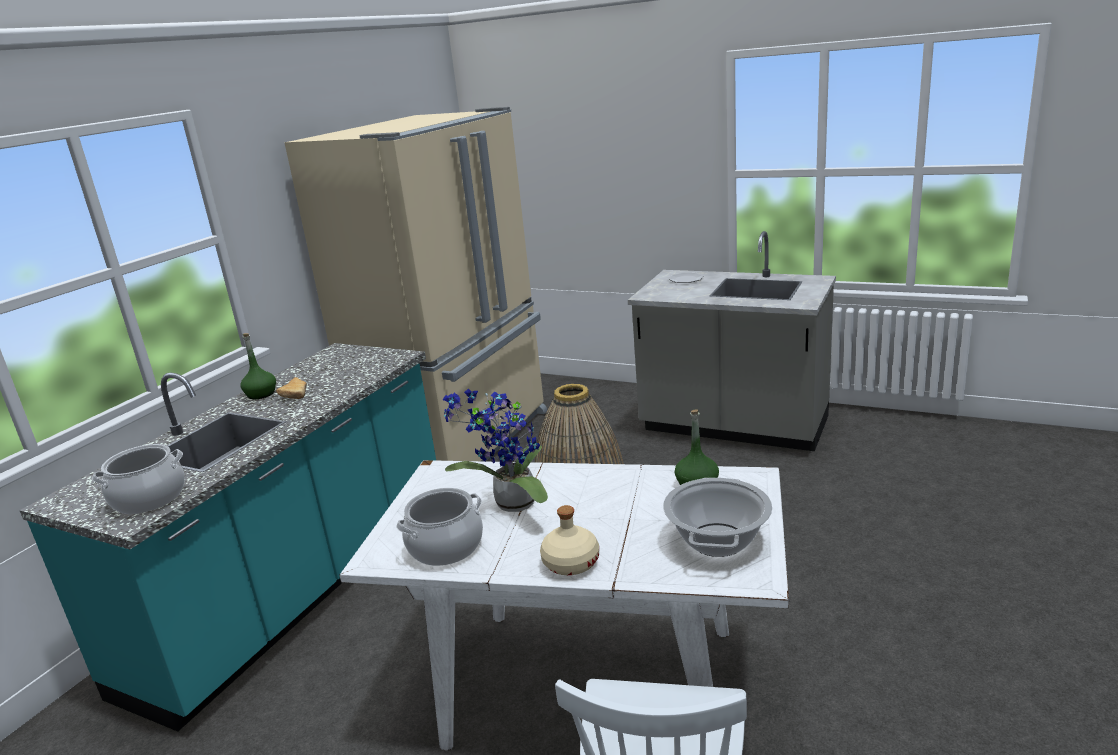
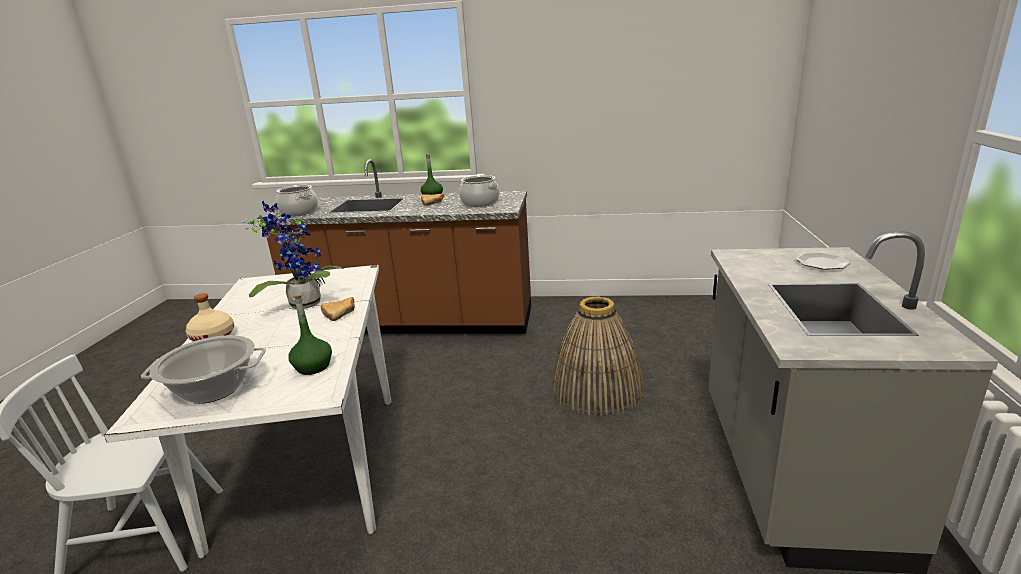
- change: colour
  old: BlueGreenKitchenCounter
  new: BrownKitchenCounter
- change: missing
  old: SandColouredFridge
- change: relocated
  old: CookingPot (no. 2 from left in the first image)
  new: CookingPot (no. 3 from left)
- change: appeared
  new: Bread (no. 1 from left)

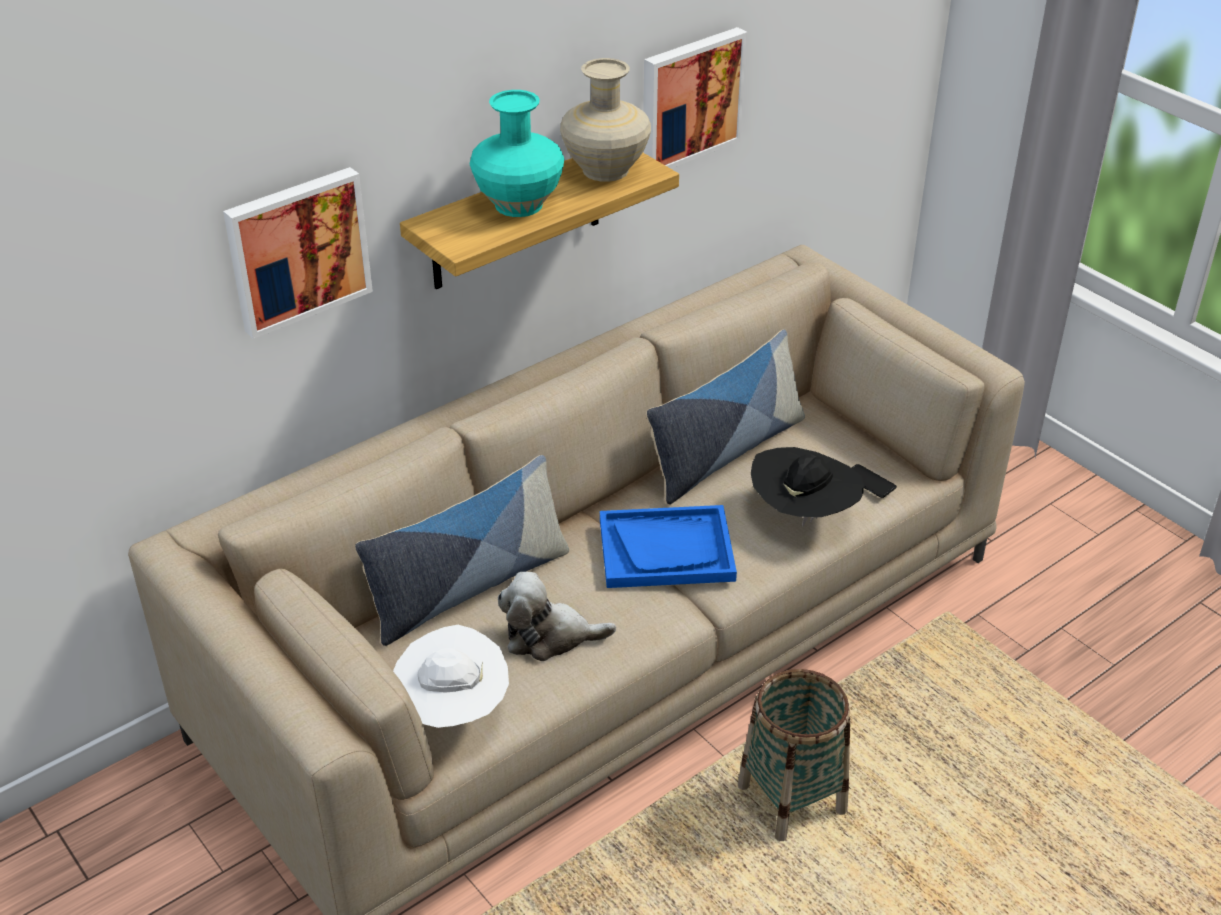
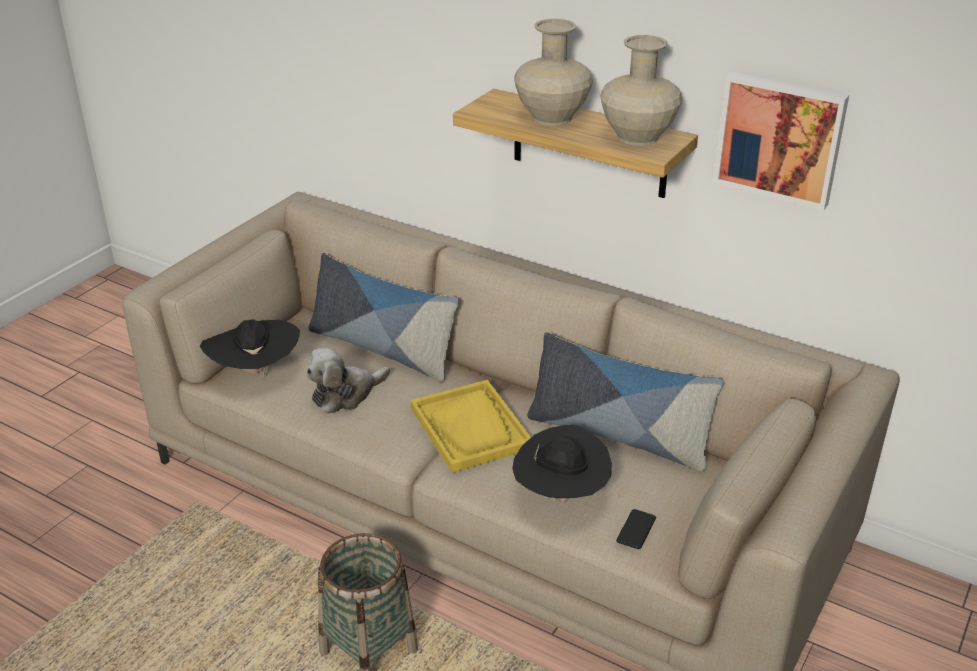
- change: missing
  old: WallArt (no. 1 from left)
- change: colour
  old: WhiteColouredWearableHat
  new: BlackishWearableHat (no. 1 from left)
- change: colour
  old: BlueGreenVase
  new: SandColouredVase (no. 1 from left)
- change: spun
  old: CuddlyToy
  degrees: -105
- change: colour
  old: BluishServingTray
  new: YellowServingTray

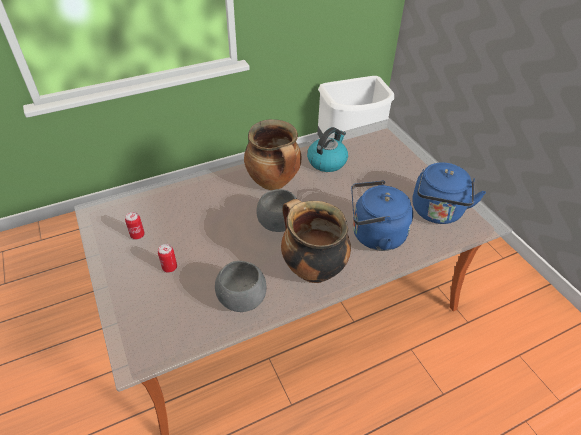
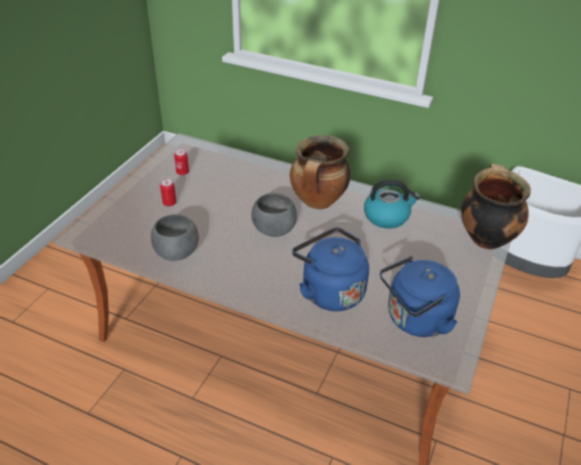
- change: relocated
  old: CookingPot (no. 2 from left)

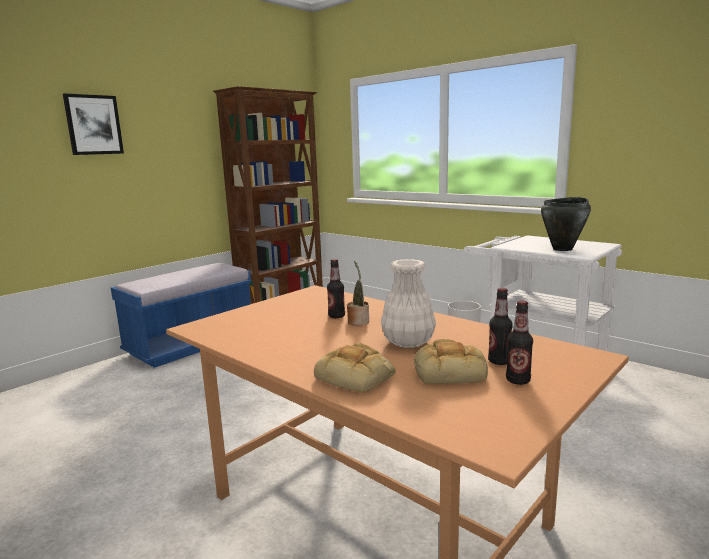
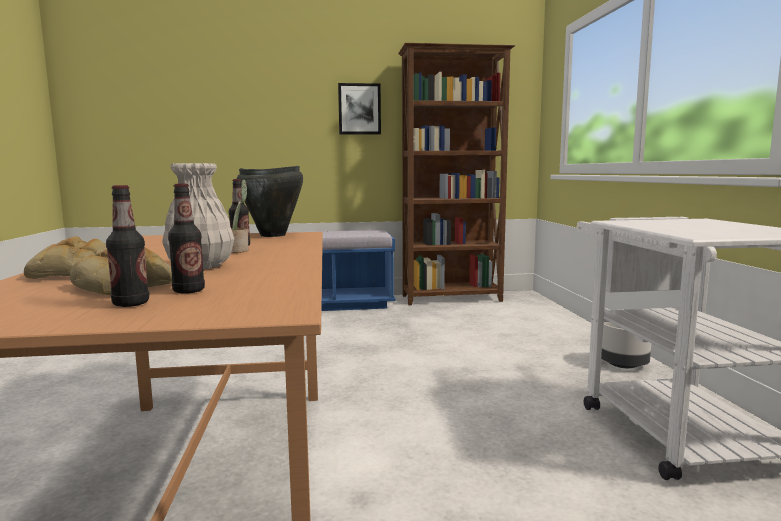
- change: relocated
  old: WallArt
- change: relocated
  old: BlackishCookingPot

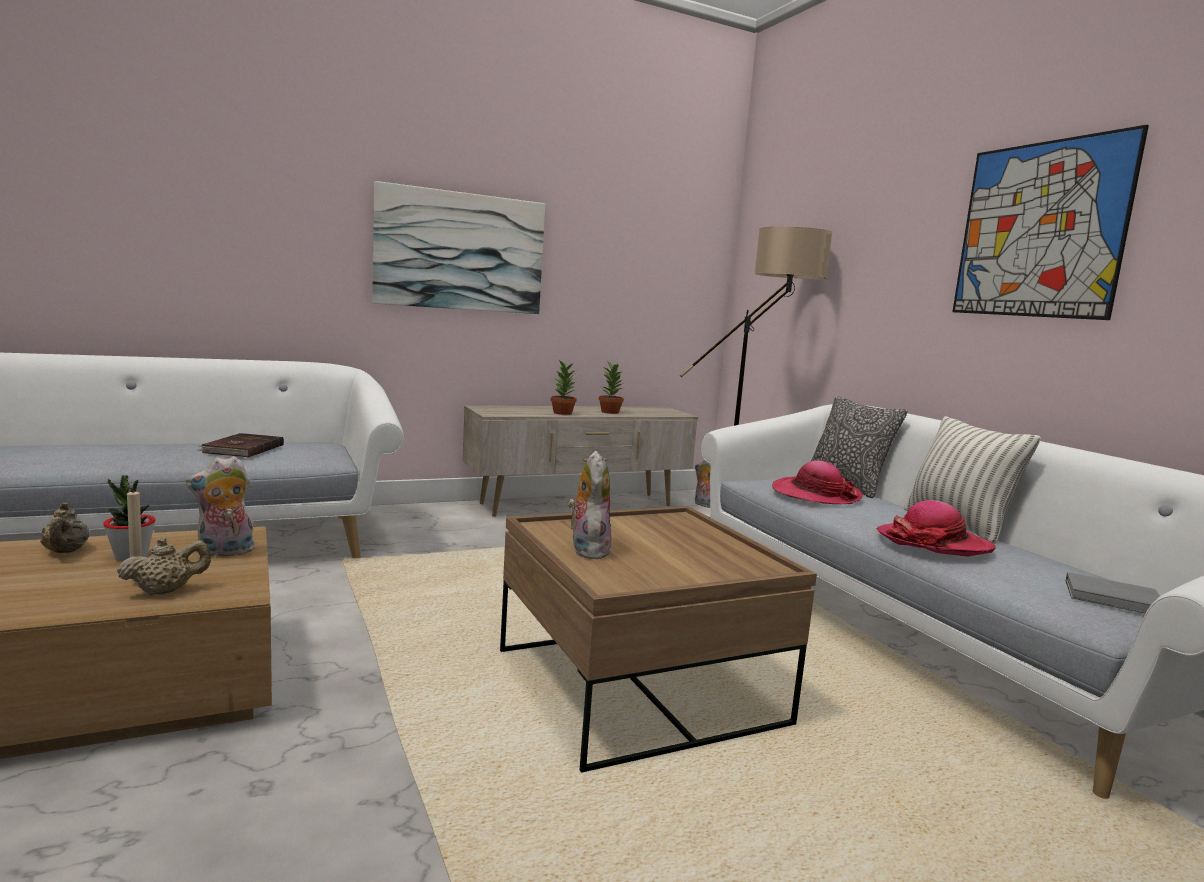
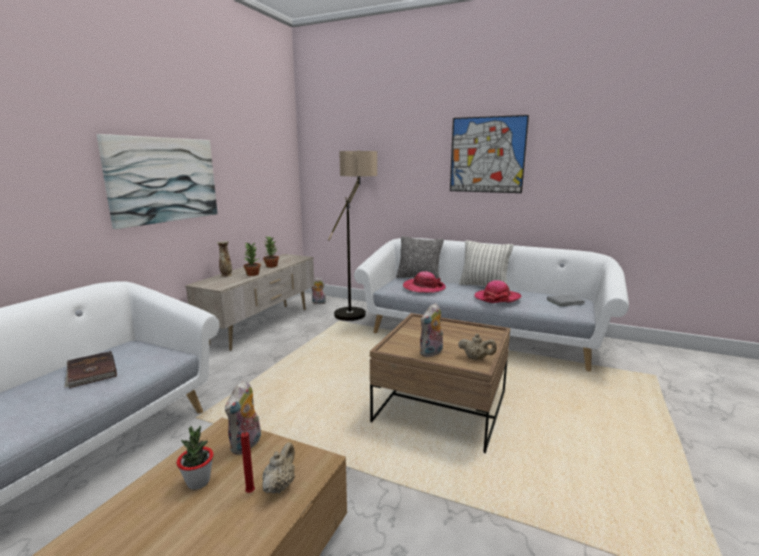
- change: relocated
  old: SandColouredTeaPot (no. 1 from left in the first image)
  new: SandColouredTeaPot (no. 2 from left)
- change: colour
  old: SandColouredWaxCandle
  new: RedColouredWaxCandle
- change: spun
  old: CuddlyToy (no. 2 from left in the first image)
  degrees: -90
- change: appeared
  new: Vase

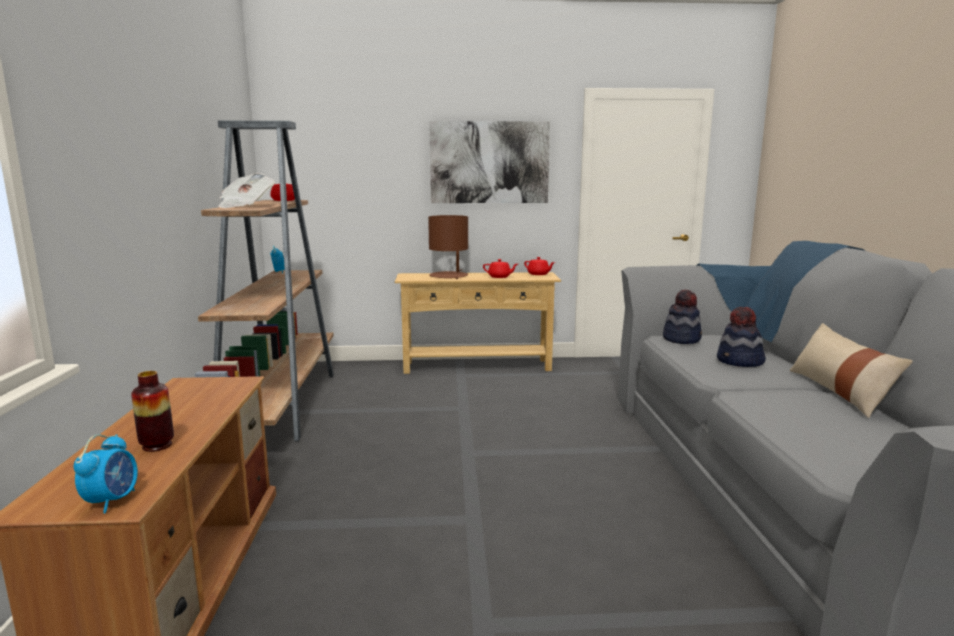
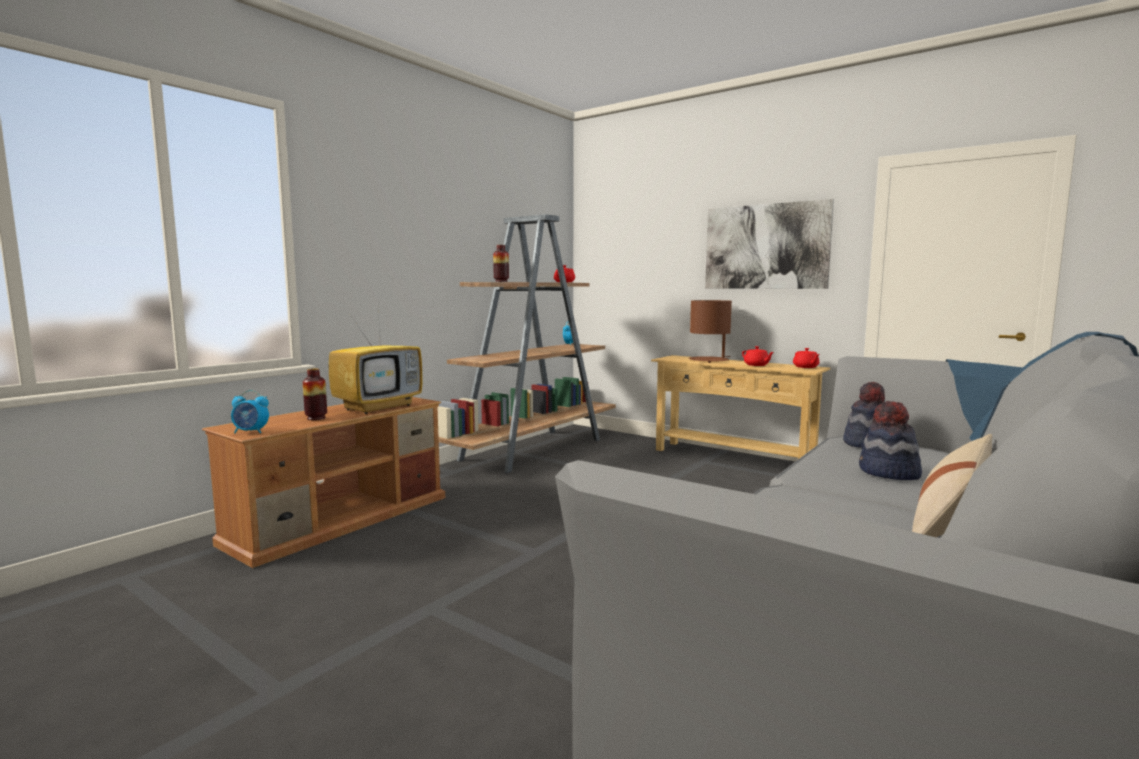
- change: spun
  old: AlarmClock (no. 1 from left)
  degrees: 45
- change: exchanged
  old: Newspaper
  new: Vase (no. 2 from left)
- change: appeared
  new: Tv

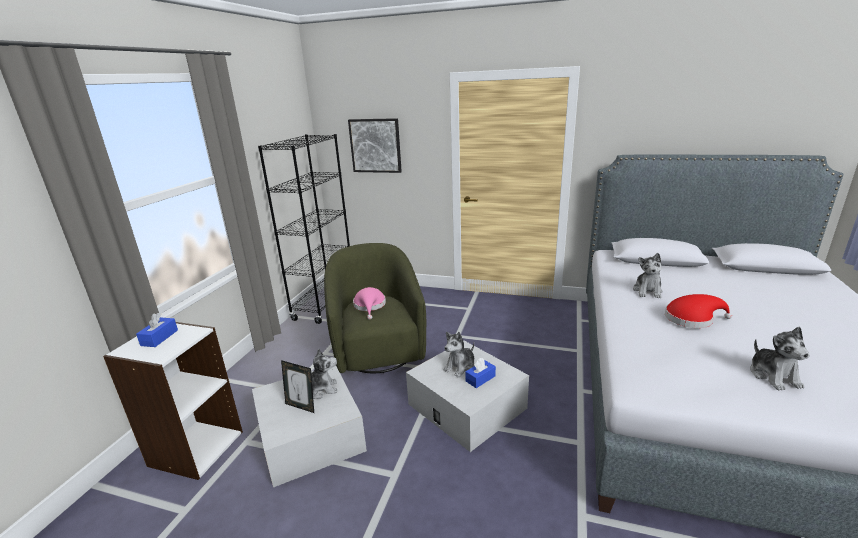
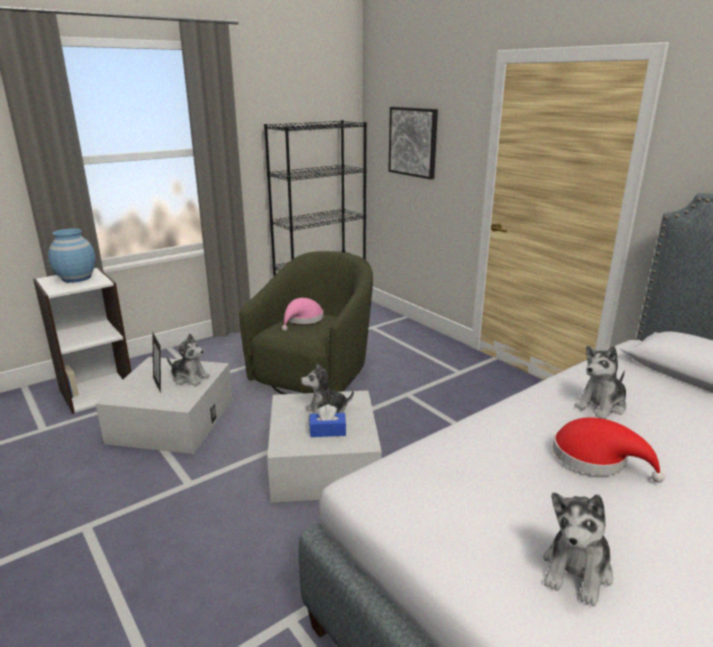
- change: exchanged
  old: BluishTissueHolder (no. 1 from left)
  new: BluishVase

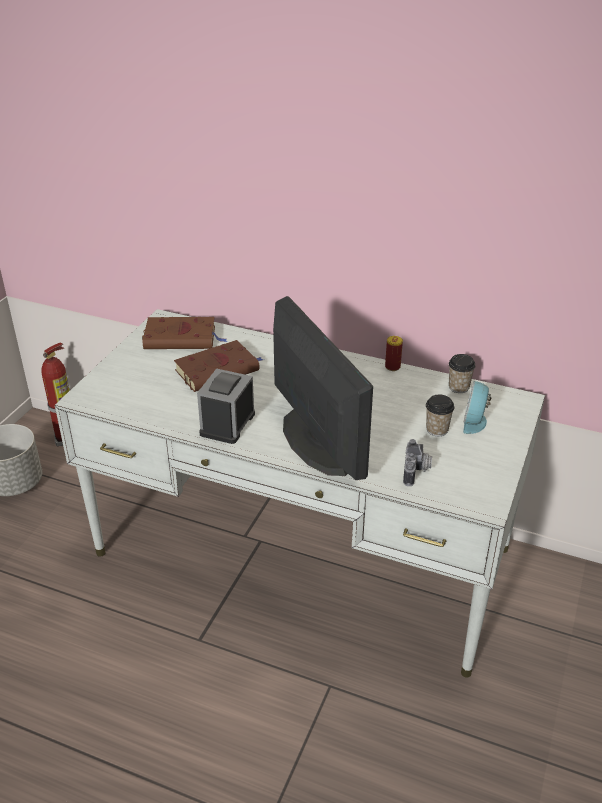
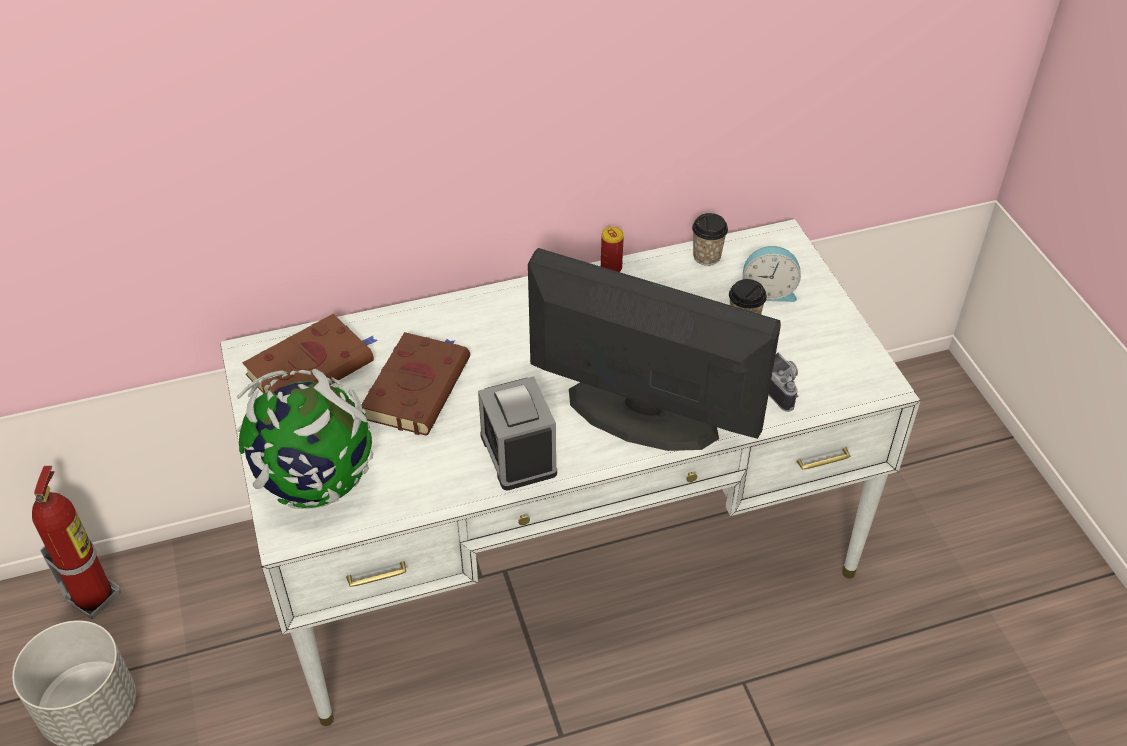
- change: spun
  old: AlarmClock (no. 2 from left)
  degrees: -60
- change: appeared
  new: DeskGlobe

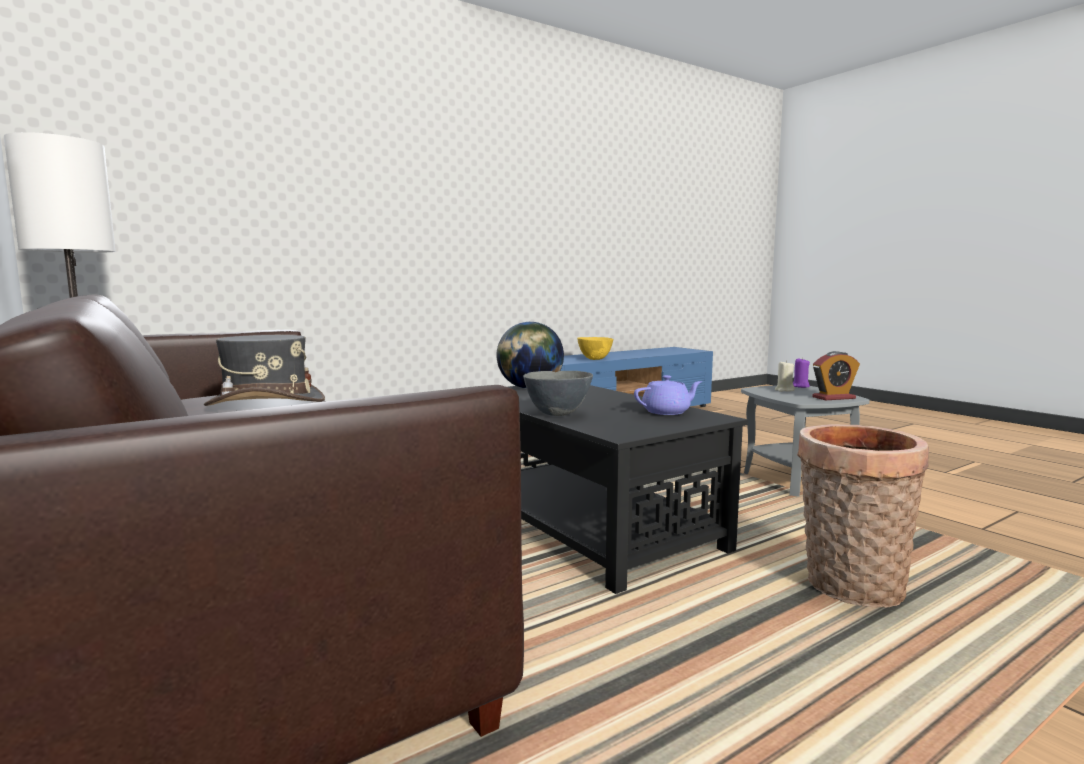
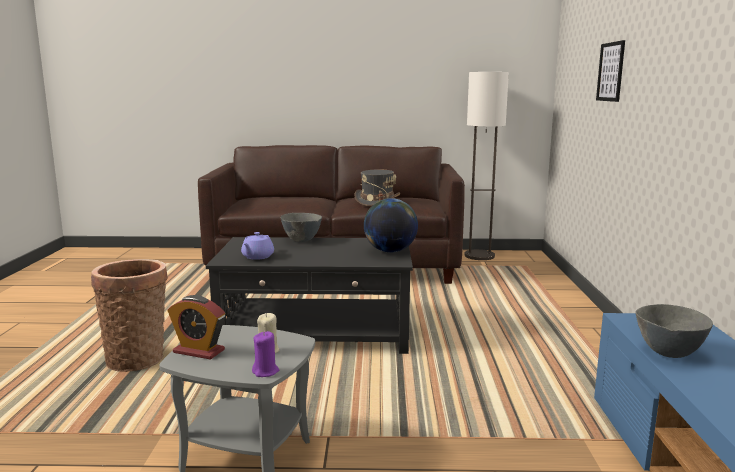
- change: colour
  old: YellowServingBowl
  new: GreyishServingBowl (no. 2 from left)
- change: spun
  old: AlarmClock
  degrees: -90
- change: appeared
  new: WallArt

